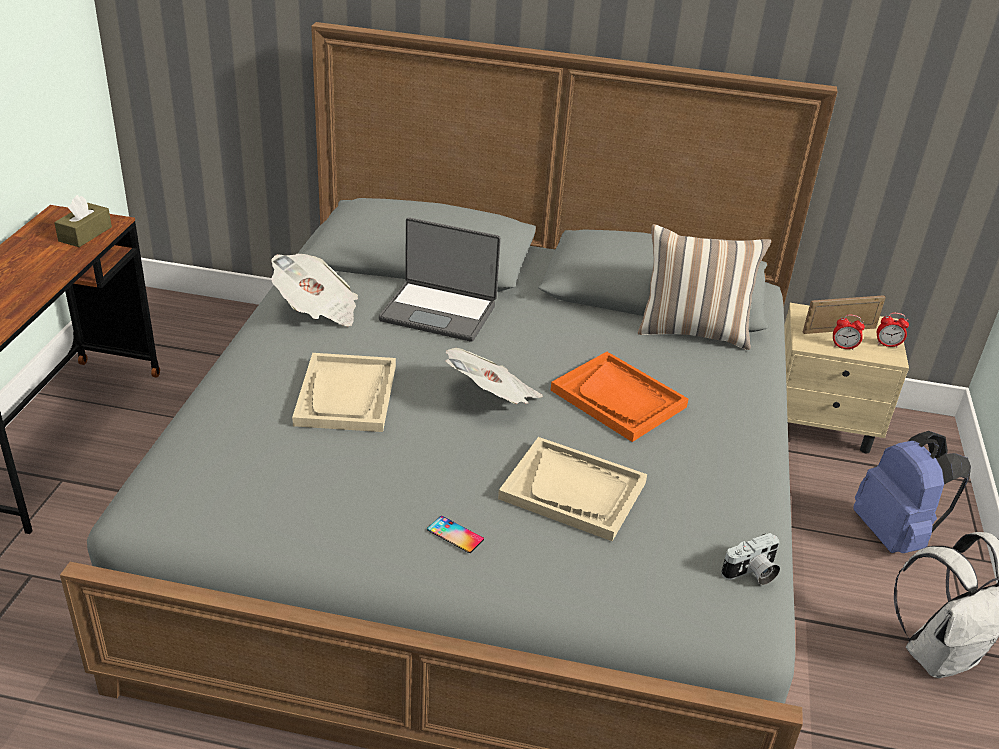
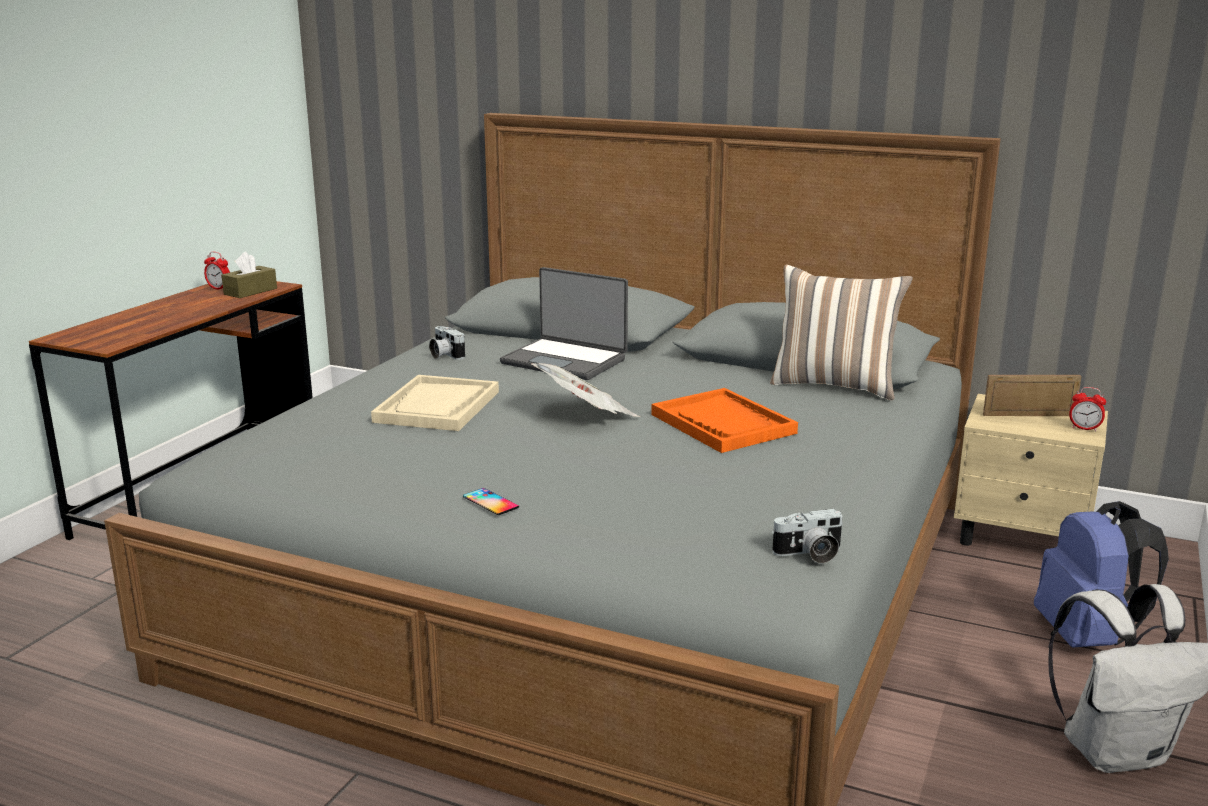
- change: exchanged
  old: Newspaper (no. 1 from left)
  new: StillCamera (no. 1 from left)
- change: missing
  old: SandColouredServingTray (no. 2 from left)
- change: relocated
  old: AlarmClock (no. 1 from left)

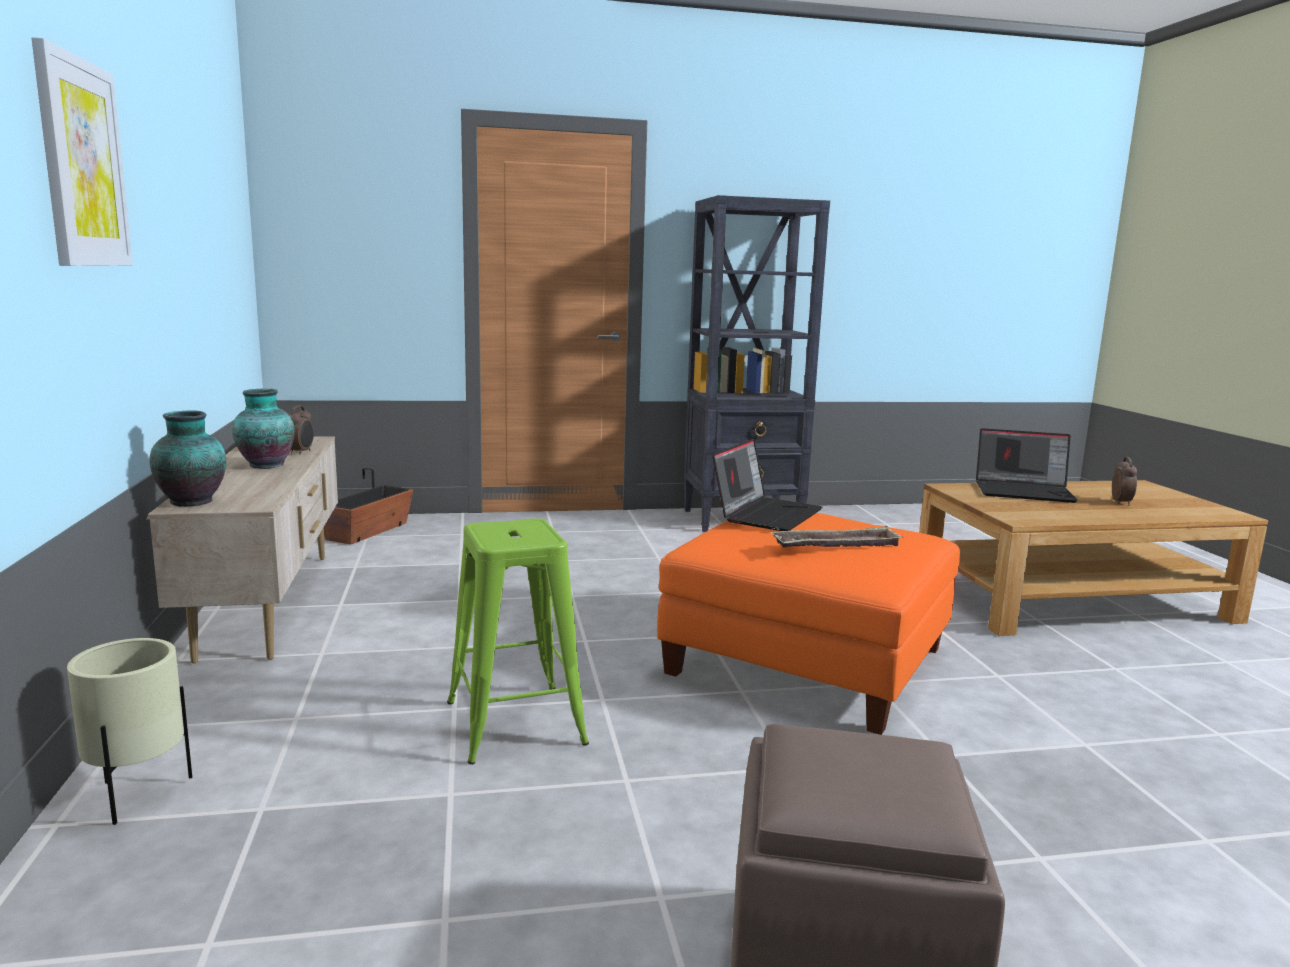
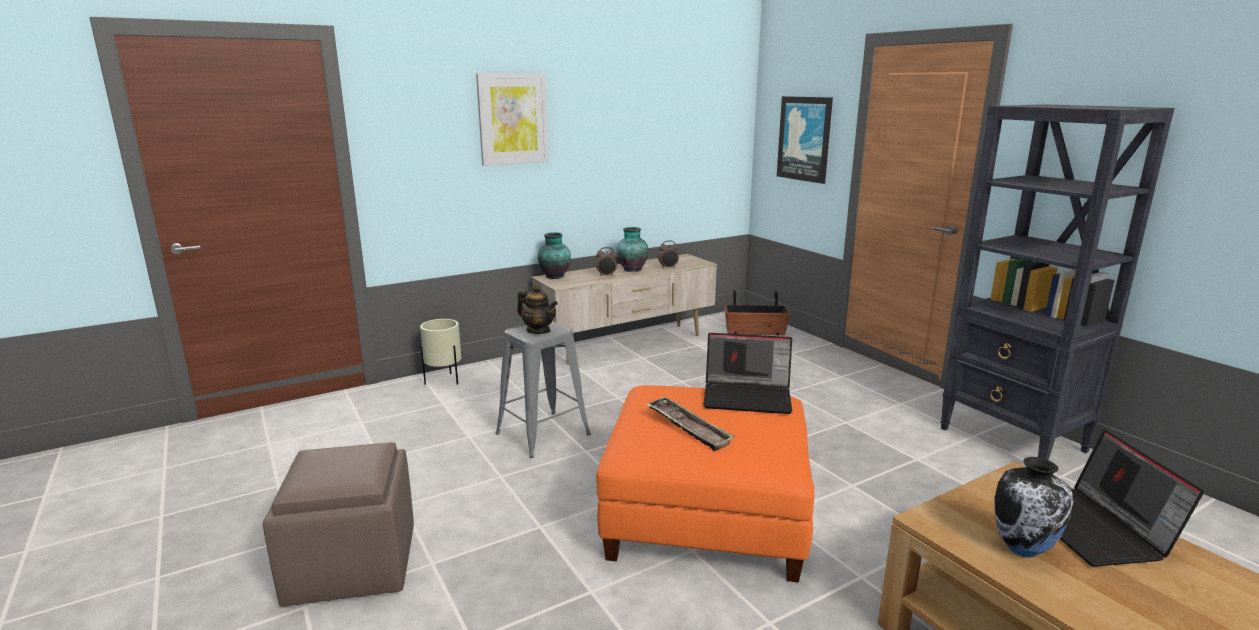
- change: colour
  old: GreenishStool
  new: GreyishStool
- change: relocated
  old: AlarmClock (no. 2 from left in the first image)
  new: AlarmClock (no. 1 from left)
- change: appeared
  new: TeaPot
- change: appeared
  new: WallArt (no. 2 from left)
- change: appeared
  new: Vase (no. 3 from left)

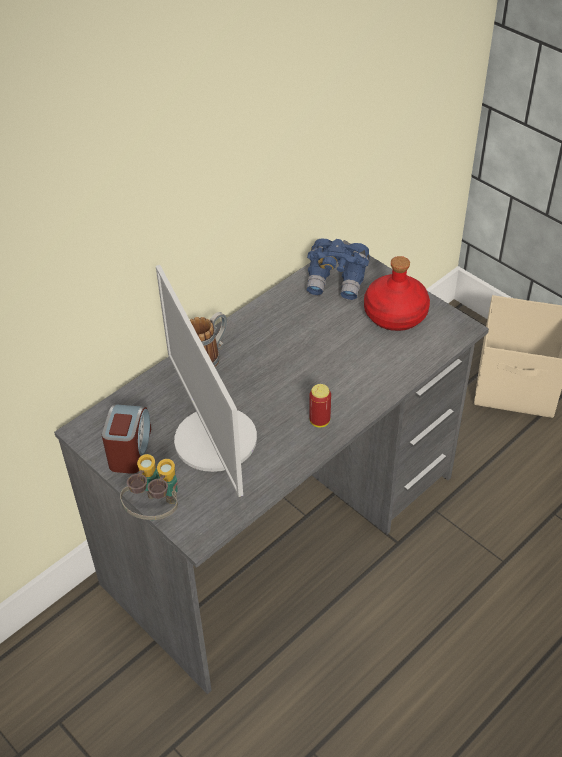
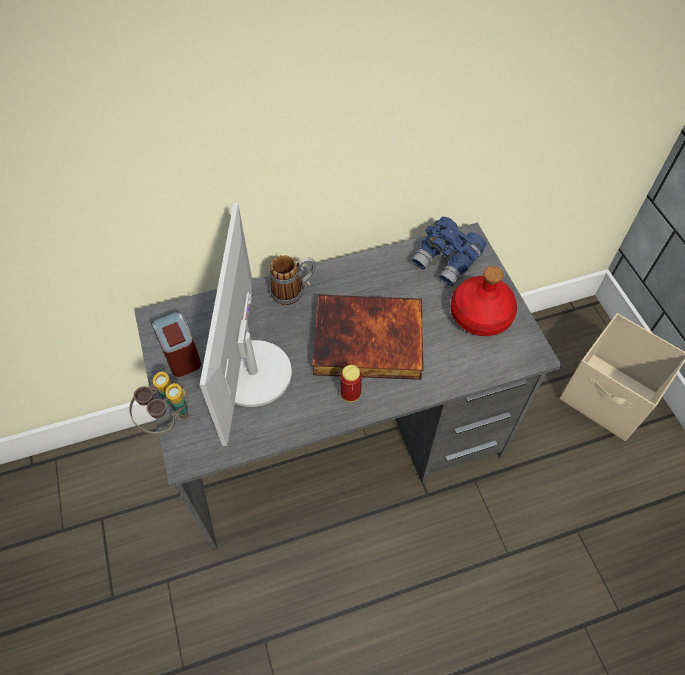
- change: spun
  old: AlarmClock
  degrees: -60
- change: appeared
  new: Book

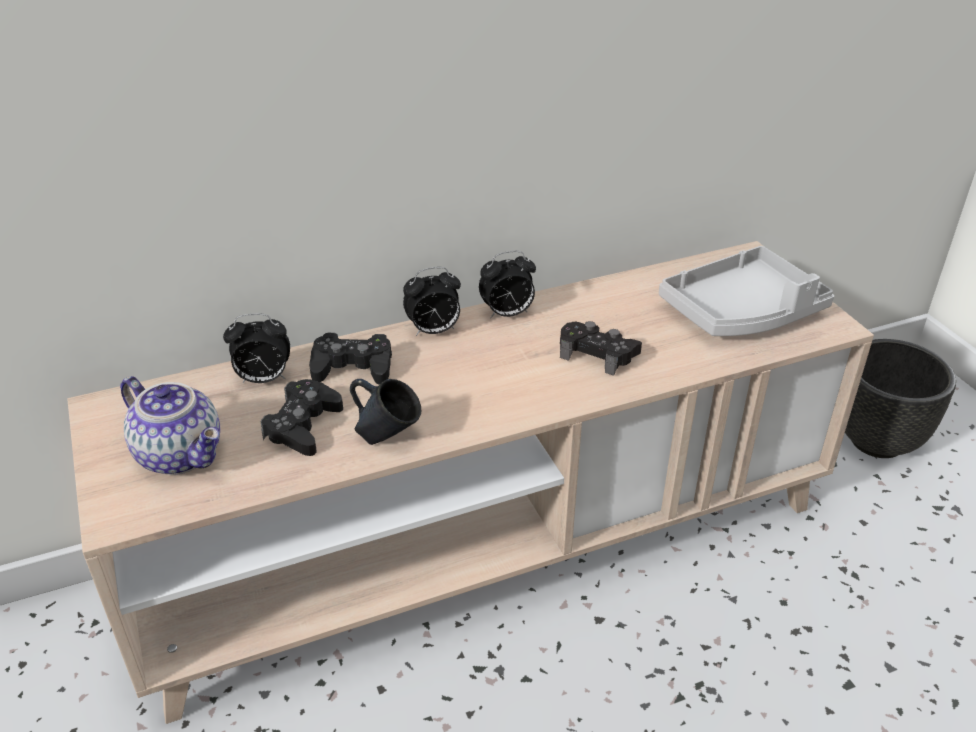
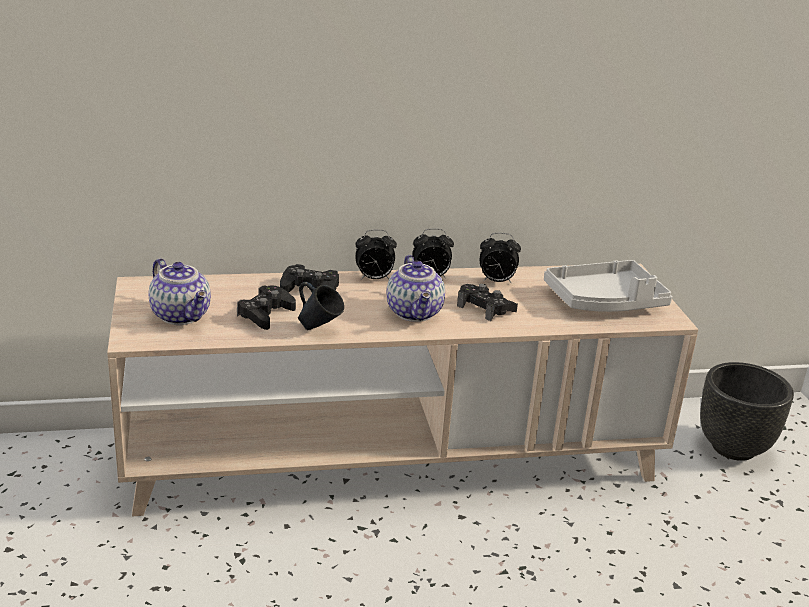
- change: relocated
  old: AlarmClock (no. 1 from left in the first image)
  new: AlarmClock (no. 3 from left)
- change: appeared
  new: TeaPot (no. 2 from left)

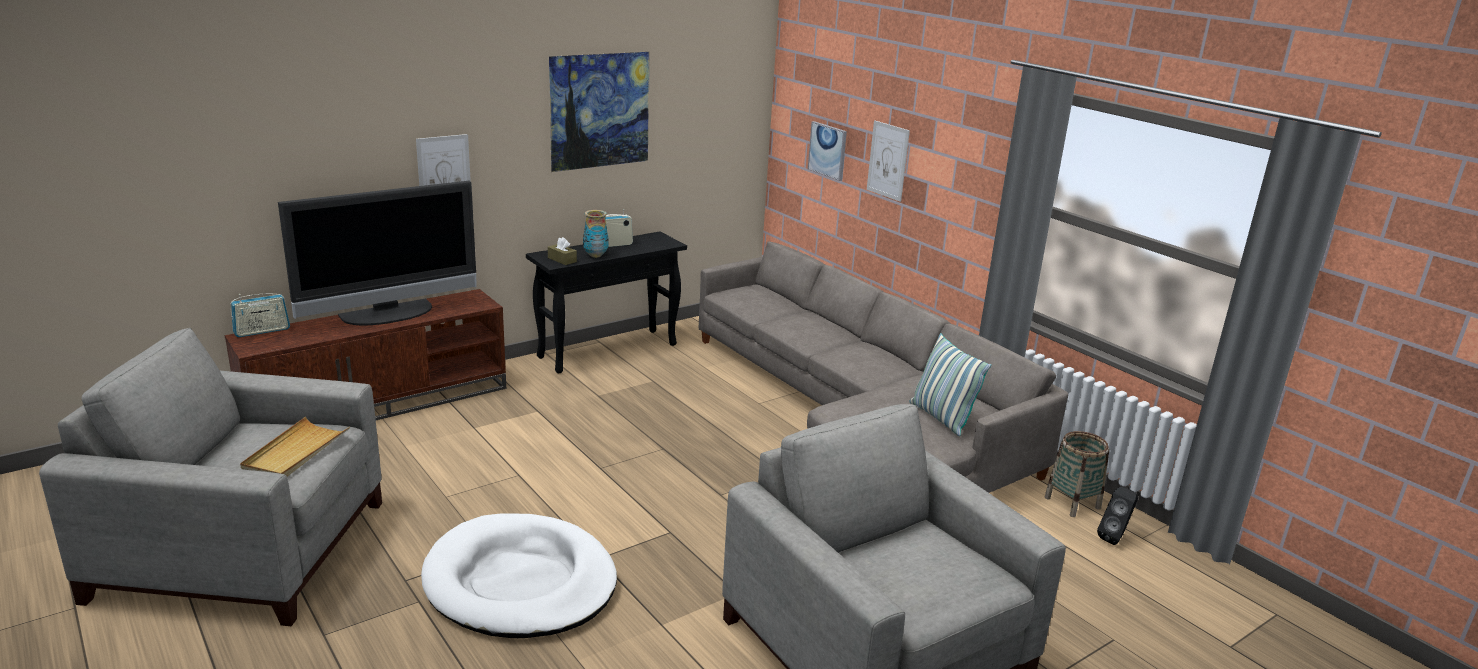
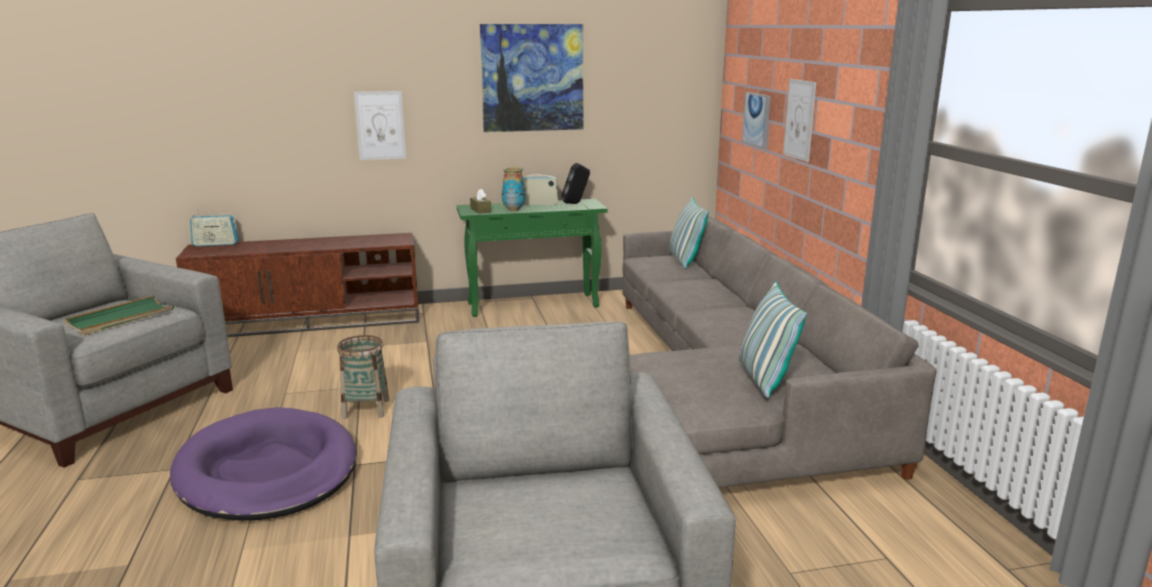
- change: colour
  old: SandColouredServingTray
  new: GreenishServingTray
- change: missing
  old: Tv
- change: colour
  old: WhiteColouredDogCushion
  new: PurpleColouredDogCushion
- change: colour
  old: BlackishHallTable
  new: GreenishHallTable
- change: relocated
  old: StorageBasket
- change: relocated
  old: BlackishAudioSpeaker
- change: appeared
  new: ThrowPillow (no. 1 from left)

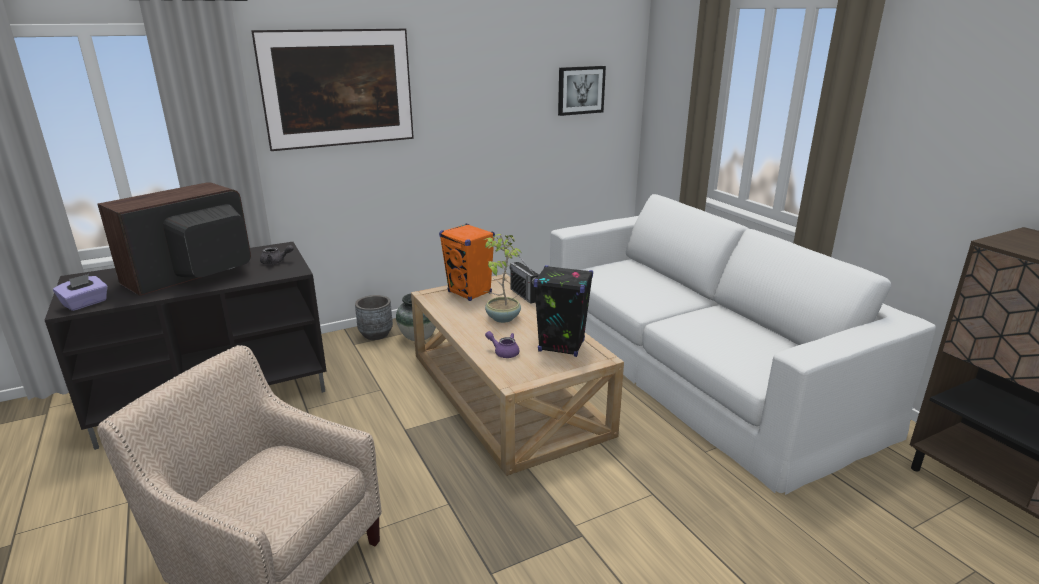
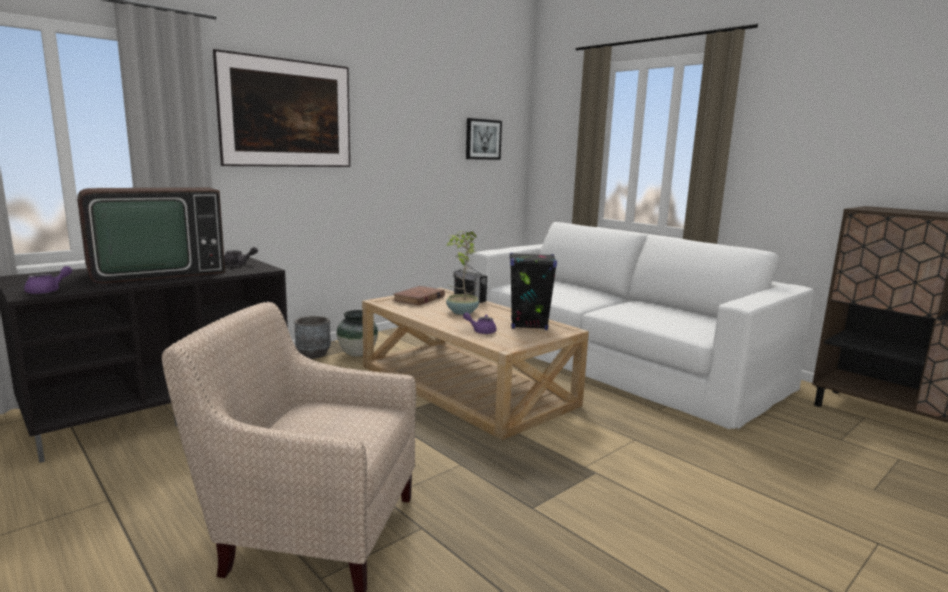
- change: exchanged
  old: PurpleColouredTissueHolder
  new: PurpleColouredTeaPot (no. 1 from left)
- change: spun
  old: Tv
  degrees: -150
- change: exchanged
  old: OrangeColouredAudioSpeaker
  new: BrownBook

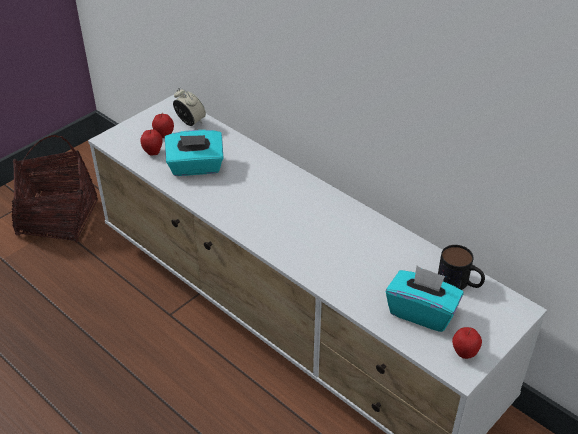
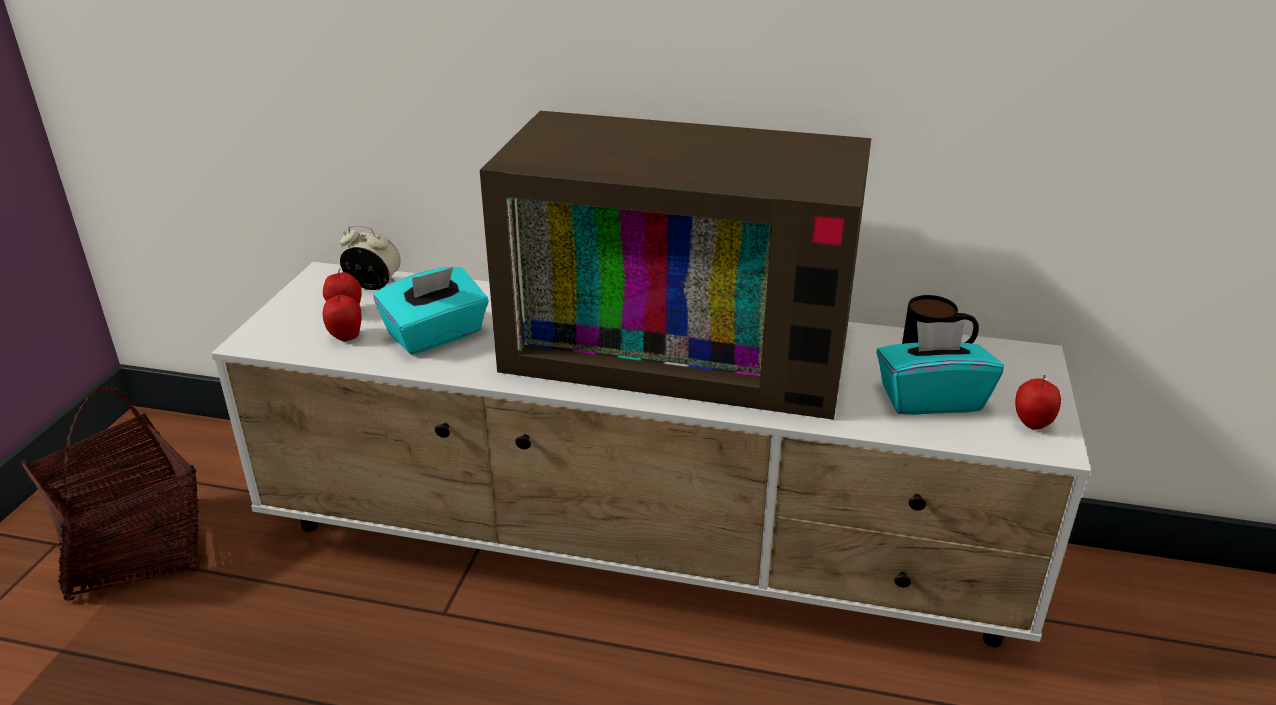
- change: appeared
  new: Tv

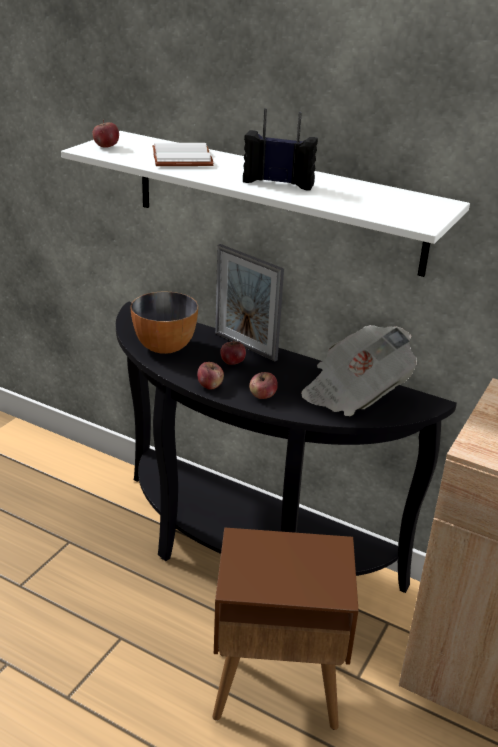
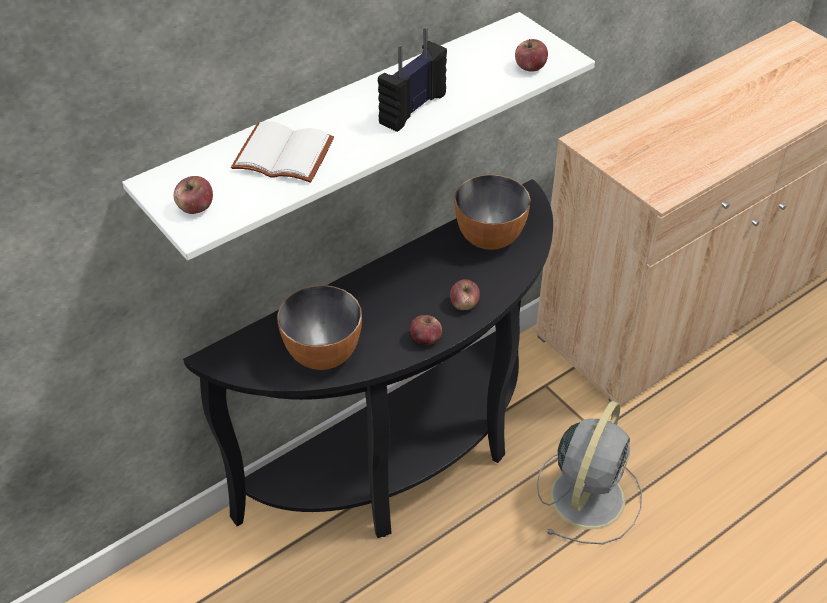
- change: exchanged
  old: BrownEndTable
  new: GreyishFan
- change: missing
  old: PictureFrame
- change: relocated
  old: WholeApple (no. 3 from left in the first image)
  new: WholeApple (no. 4 from left)
- change: exchanged
  old: Newspaper
  new: ServingBowl (no. 2 from left)

